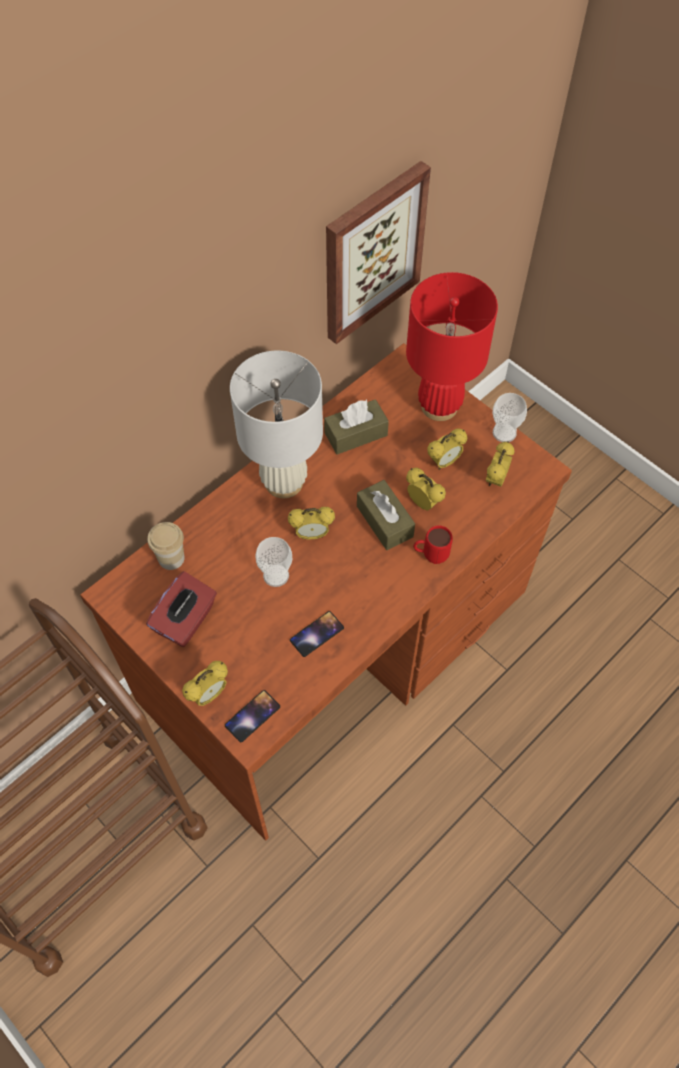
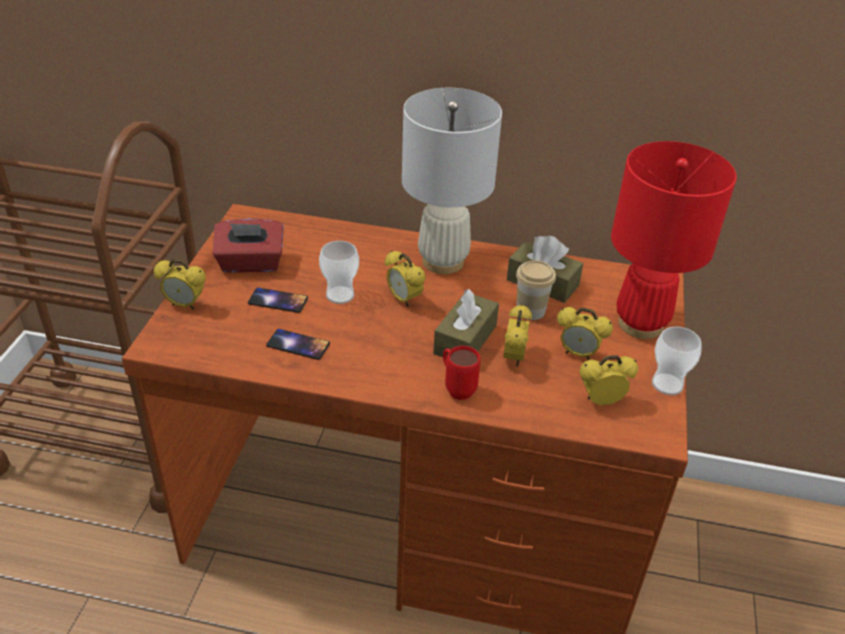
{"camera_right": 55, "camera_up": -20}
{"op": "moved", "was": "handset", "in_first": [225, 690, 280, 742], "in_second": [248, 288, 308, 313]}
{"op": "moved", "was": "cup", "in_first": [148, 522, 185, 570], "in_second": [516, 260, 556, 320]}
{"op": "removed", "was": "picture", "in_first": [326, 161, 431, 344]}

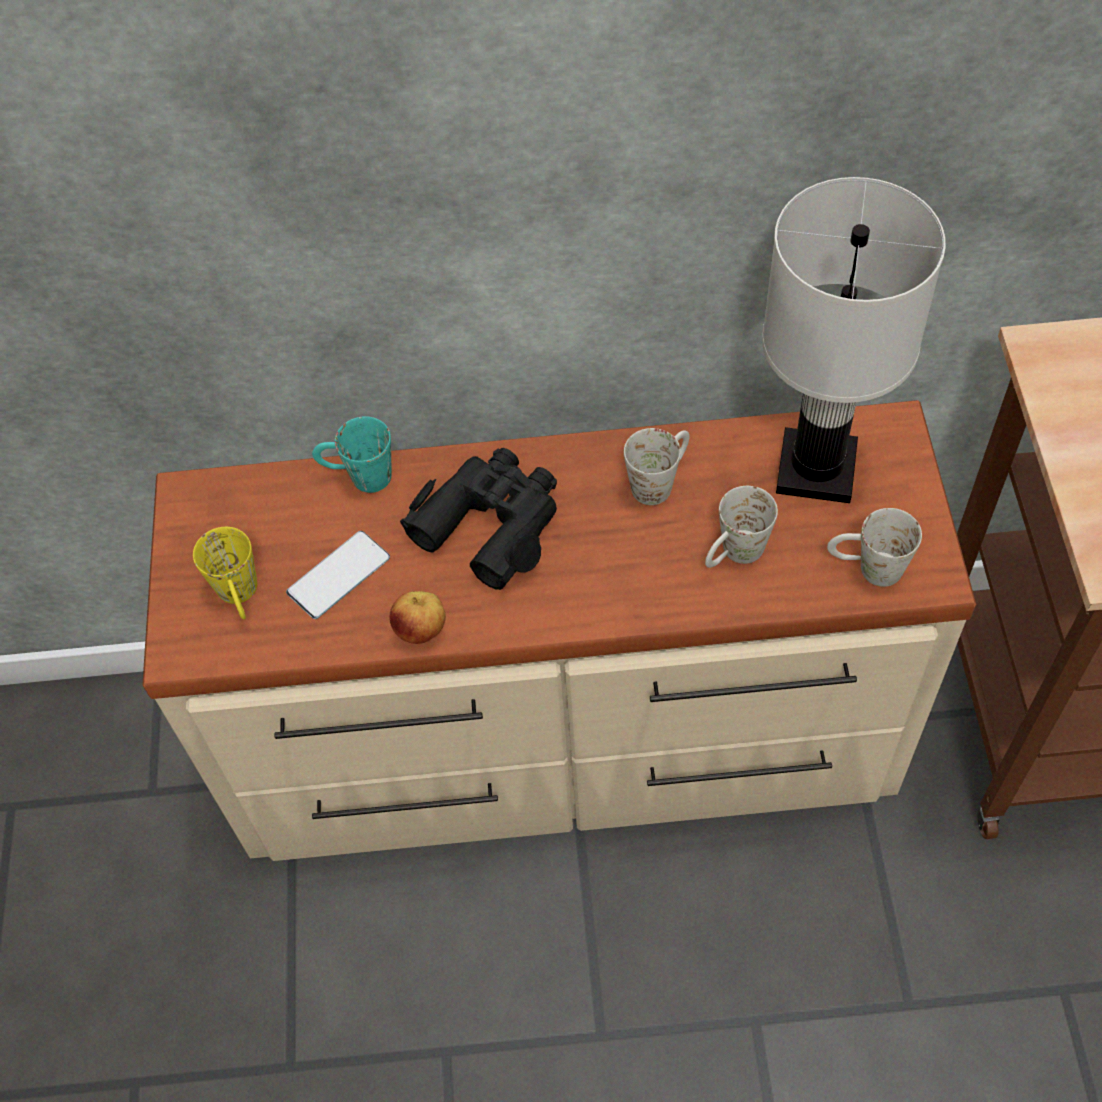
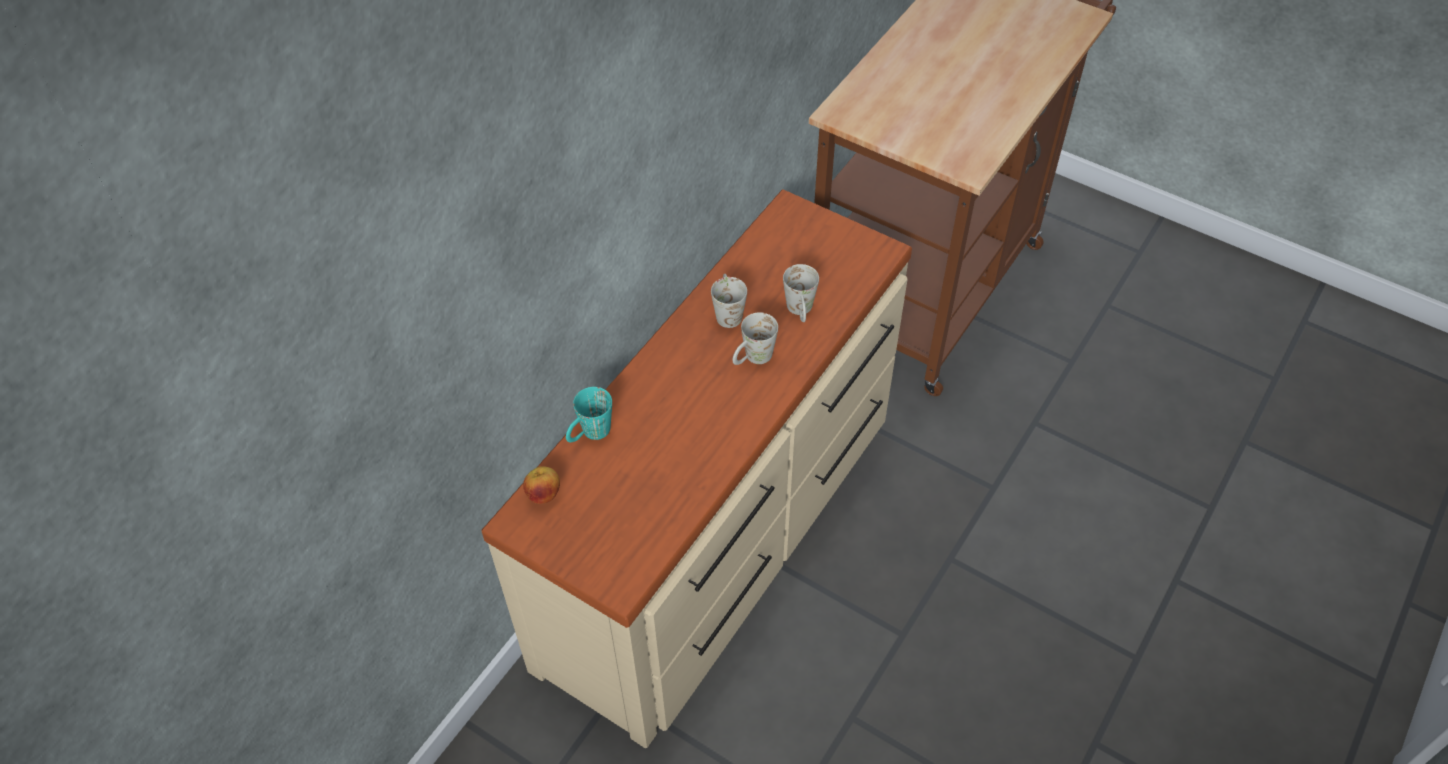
{"camera_right": -55, "camera_up": -5}
{"op": "moved", "was": "apple", "in_first": [389, 591, 446, 644], "in_second": [523, 466, 560, 504]}
{"op": "moved", "was": "tea mug in white", "in_first": [827, 508, 922, 587], "in_second": [733, 312, 778, 365]}
{"op": "removed", "was": "tea mug in yellowish", "in_first": [193, 527, 257, 619]}
{"op": "removed", "was": "handset", "in_first": [286, 531, 390, 619]}
{"op": "removed", "was": "pair of binoculars in blackish", "in_first": [400, 448, 557, 590]}
{"op": "removed", "was": "tabletop lamp in white", "in_first": [762, 177, 946, 503]}

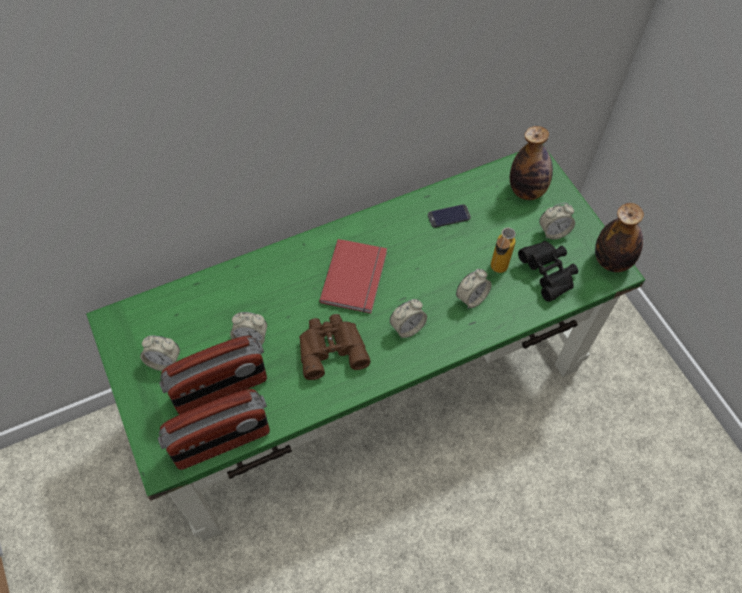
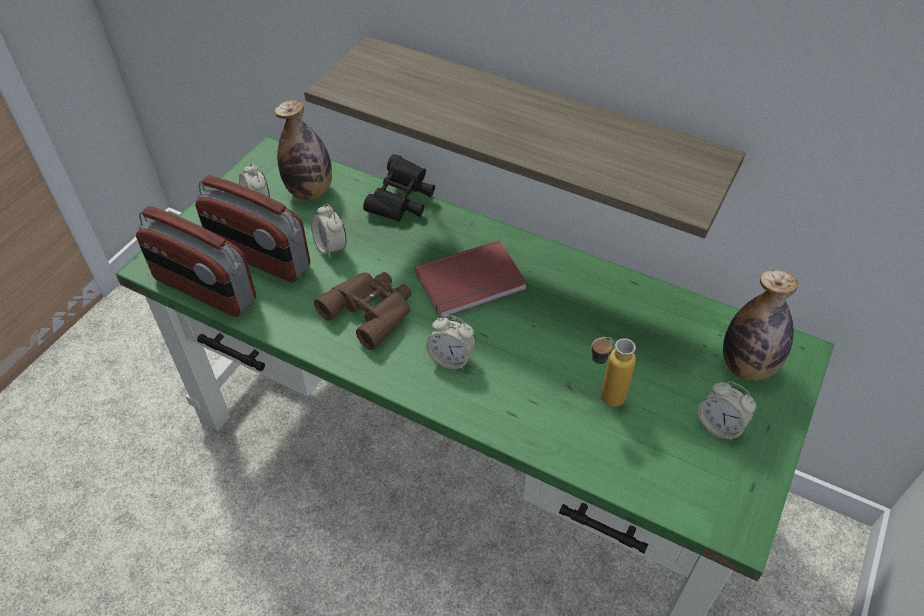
{"camera_right": 55, "camera_up": -10}
{"op": "moved", "was": "bottle", "in_first": [595, 203, 644, 272], "in_second": [275, 100, 332, 200]}
{"op": "added", "now": "shelf", "in_second": [304, 36, 746, 238]}
{"op": "moved", "was": "pair of binoculars in blackish", "in_first": [518, 241, 578, 302], "in_second": [363, 154, 435, 222]}
{"op": "removed", "was": "handset", "in_first": [428, 204, 471, 228]}
{"op": "removed", "was": "alarm clock", "in_first": [456, 269, 491, 309]}

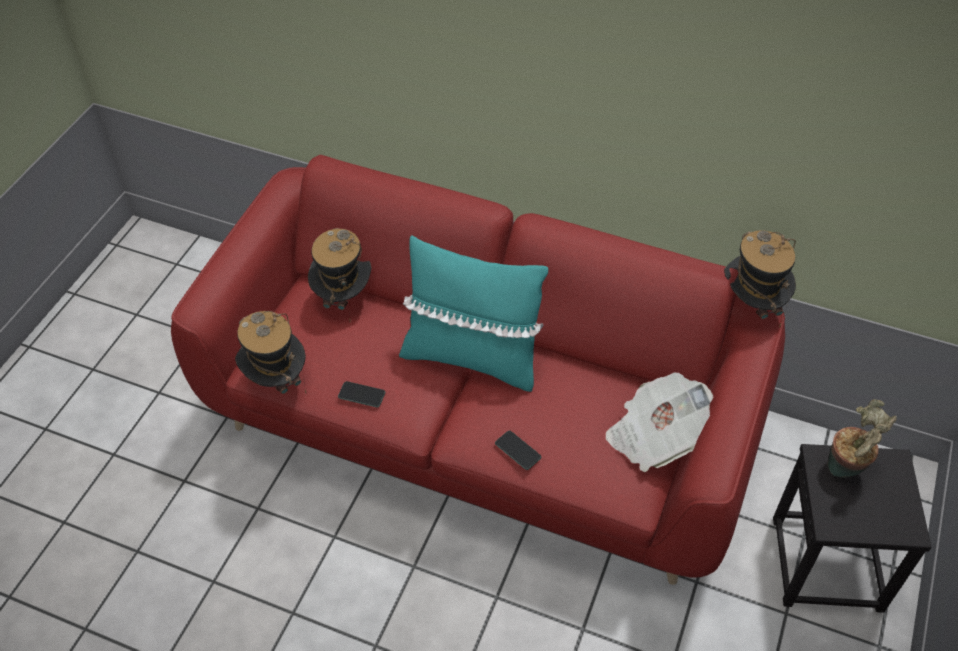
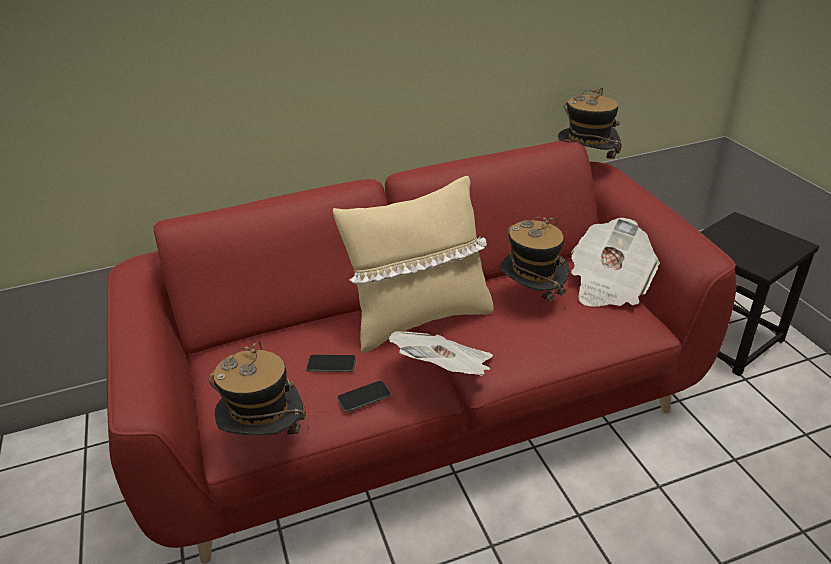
{"camera_right": -40, "camera_up": -15}
{"op": "moved", "was": "handset", "in_first": [495, 431, 541, 470], "in_second": [306, 355, 356, 372]}
{"op": "recoloured", "was": "throw pillow in turquoise-coloured", "now": "throw pillow in beige-coloured", "in_first": [399, 235, 548, 392], "in_second": [333, 176, 494, 353]}
{"op": "added", "now": "daily paper", "in_second": [389, 331, 493, 376]}
{"op": "moved", "was": "clothing hat", "in_first": [308, 228, 371, 321], "in_second": [499, 217, 569, 310]}
{"op": "removed", "was": "houseplant", "in_first": [828, 399, 897, 478]}

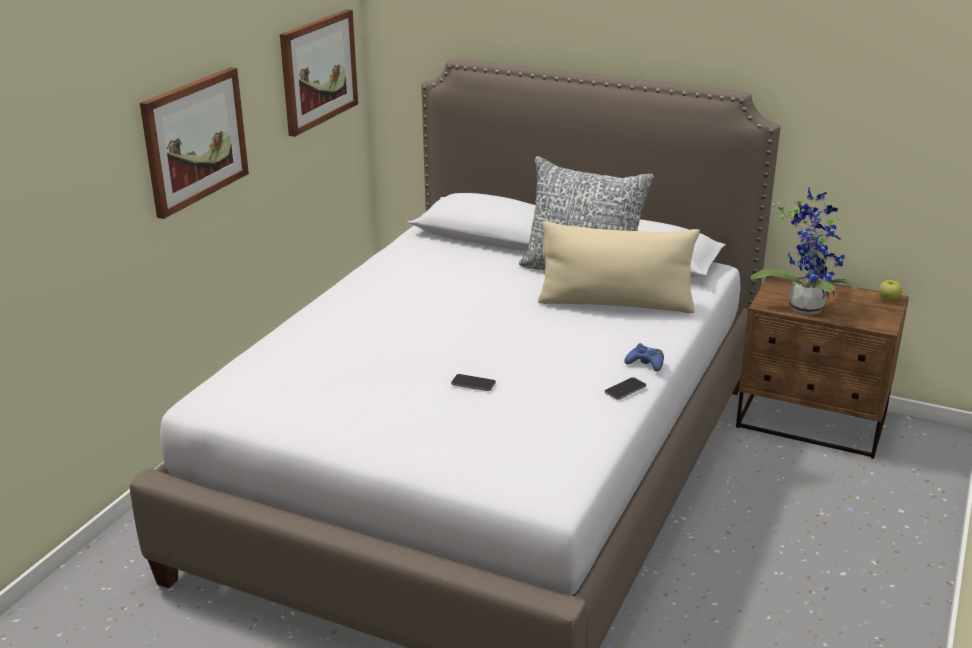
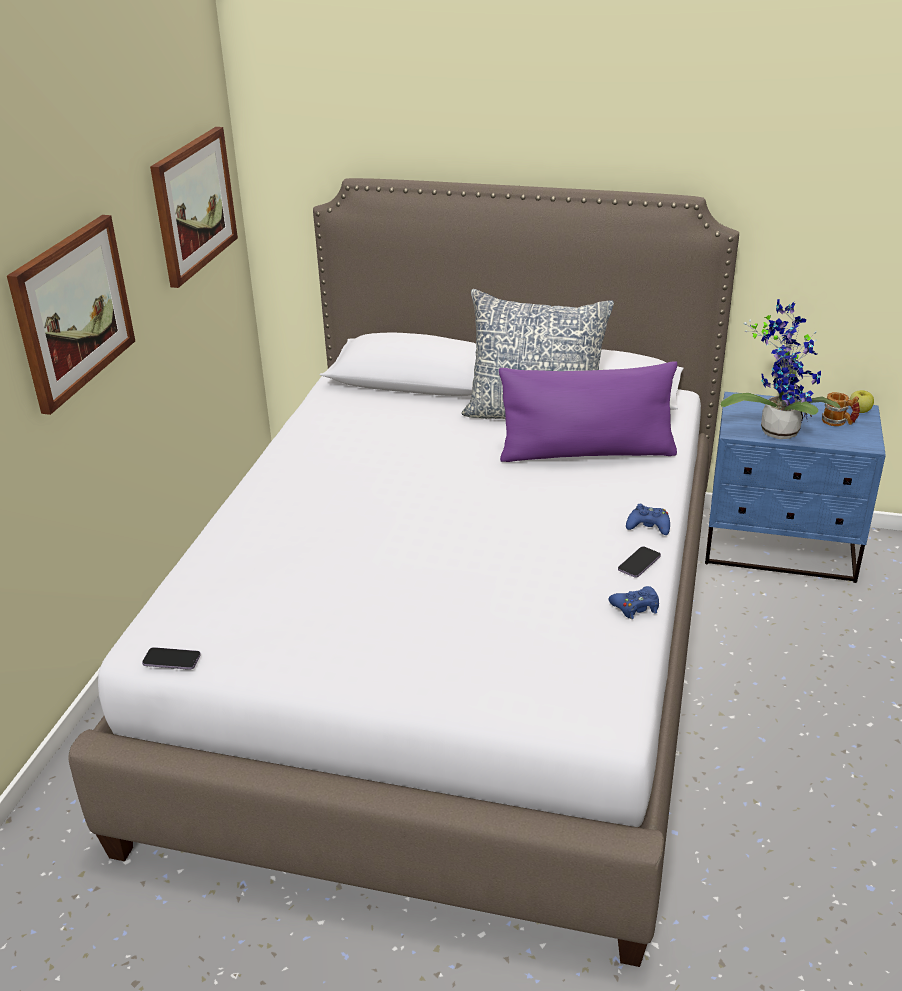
{"camera_right": -10, "camera_up": 5}
{"op": "moved", "was": "handset", "in_first": [451, 374, 496, 391], "in_second": [142, 647, 201, 670]}
{"op": "recoloured", "was": "throw pillow in beige-coloured", "now": "throw pillow in purplish", "in_first": [538, 221, 700, 313], "in_second": [499, 361, 678, 462]}
{"op": "added", "now": "game controller in bluish", "in_second": [608, 586, 659, 619]}
{"op": "recoloured", "was": "nightstand in brownish", "now": "nightstand in bluish", "in_first": [736, 275, 909, 459], "in_second": [705, 392, 886, 583]}
{"op": "added", "now": "tea mug", "in_second": [822, 392, 860, 426]}

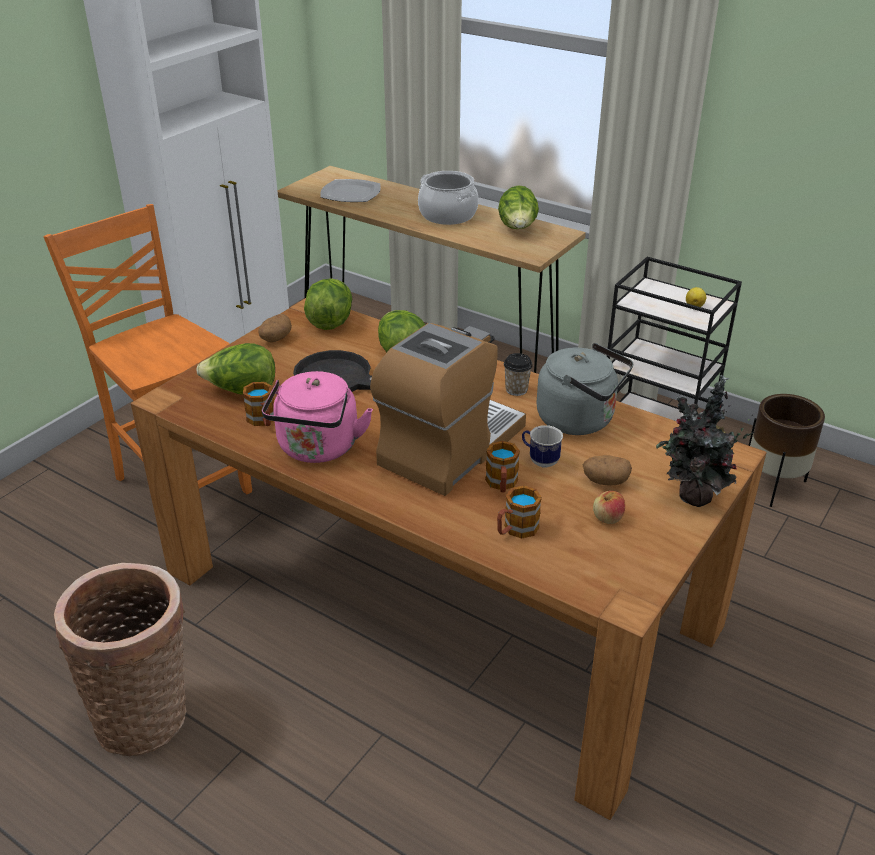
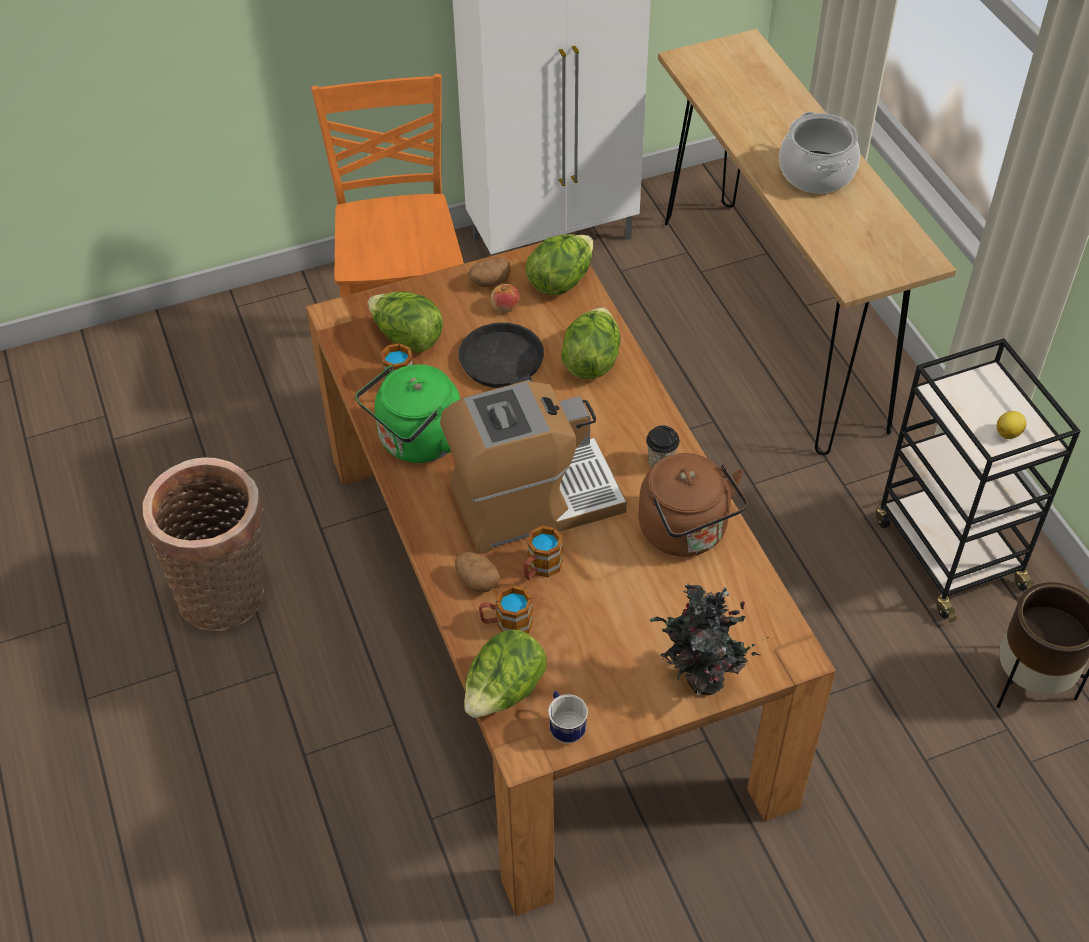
{"camera_right": 35, "camera_up": 15}
{"op": "recoloured", "was": "tea kettle in pink", "now": "tea kettle in green-coloured", "in_first": [262, 371, 373, 463], "in_second": [355, 364, 460, 463]}
{"op": "moved", "was": "whole potato", "in_first": [583, 455, 632, 486], "in_second": [455, 552, 500, 593]}
{"op": "moved", "was": "head of lettuce", "in_first": [498, 185, 539, 229], "in_second": [464, 630, 547, 718]}
{"op": "moved", "was": "apple", "in_first": [593, 491, 625, 524], "in_second": [491, 284, 520, 313]}
{"op": "moved", "was": "tea mug", "in_first": [522, 425, 563, 467], "in_second": [548, 691, 588, 743]}
{"op": "recoloured", "was": "tea kettle in greyish", "now": "tea kettle in brownish", "in_first": [537, 343, 633, 435], "in_second": [638, 453, 748, 557]}
{"op": "removed", "was": "flat dish", "in_first": [320, 179, 381, 202]}

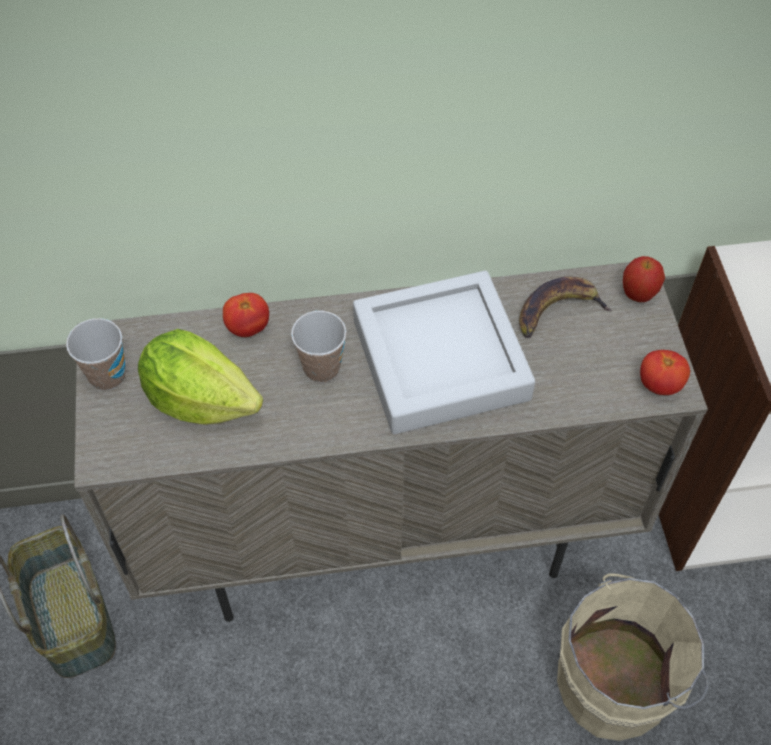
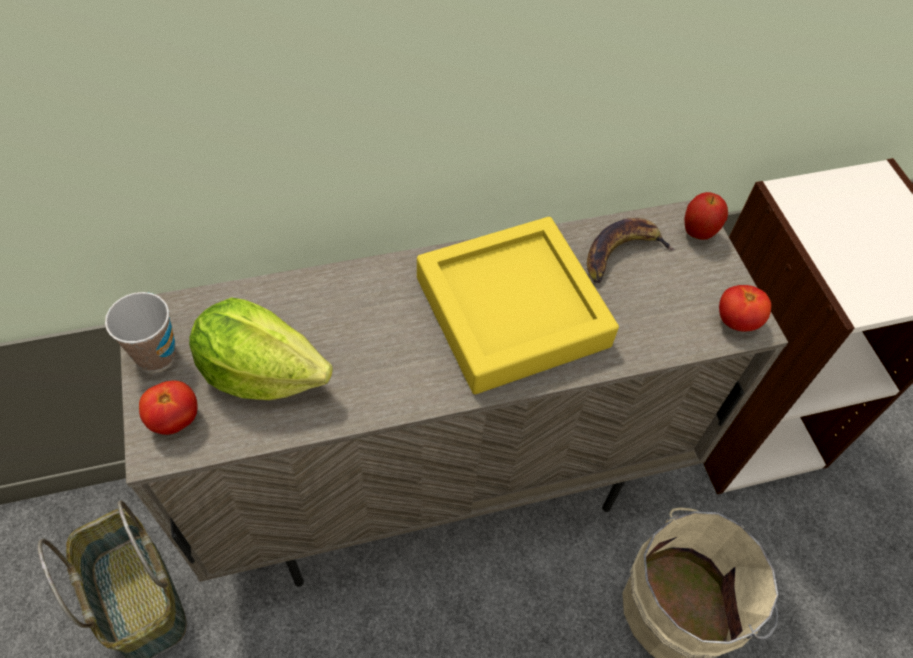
{"camera_right": -10, "camera_up": 0}
{"op": "moved", "was": "tomato", "in_first": [223, 293, 269, 337], "in_second": [139, 381, 197, 435]}
{"op": "recoloured", "was": "serving tray in greyish", "now": "serving tray in yellowish", "in_first": [353, 271, 535, 434], "in_second": [417, 217, 619, 394]}
{"op": "removed", "was": "cup", "in_first": [291, 311, 347, 383]}

